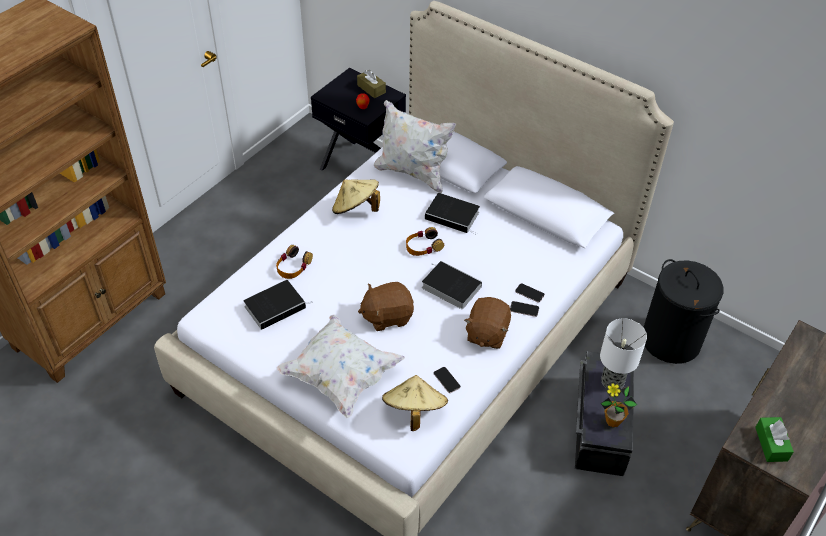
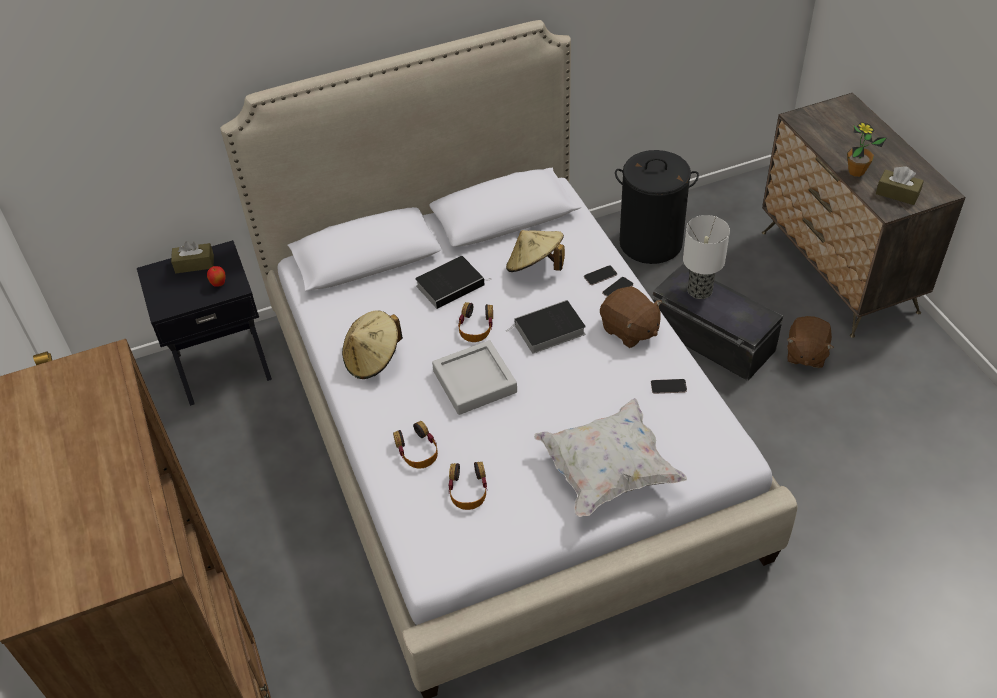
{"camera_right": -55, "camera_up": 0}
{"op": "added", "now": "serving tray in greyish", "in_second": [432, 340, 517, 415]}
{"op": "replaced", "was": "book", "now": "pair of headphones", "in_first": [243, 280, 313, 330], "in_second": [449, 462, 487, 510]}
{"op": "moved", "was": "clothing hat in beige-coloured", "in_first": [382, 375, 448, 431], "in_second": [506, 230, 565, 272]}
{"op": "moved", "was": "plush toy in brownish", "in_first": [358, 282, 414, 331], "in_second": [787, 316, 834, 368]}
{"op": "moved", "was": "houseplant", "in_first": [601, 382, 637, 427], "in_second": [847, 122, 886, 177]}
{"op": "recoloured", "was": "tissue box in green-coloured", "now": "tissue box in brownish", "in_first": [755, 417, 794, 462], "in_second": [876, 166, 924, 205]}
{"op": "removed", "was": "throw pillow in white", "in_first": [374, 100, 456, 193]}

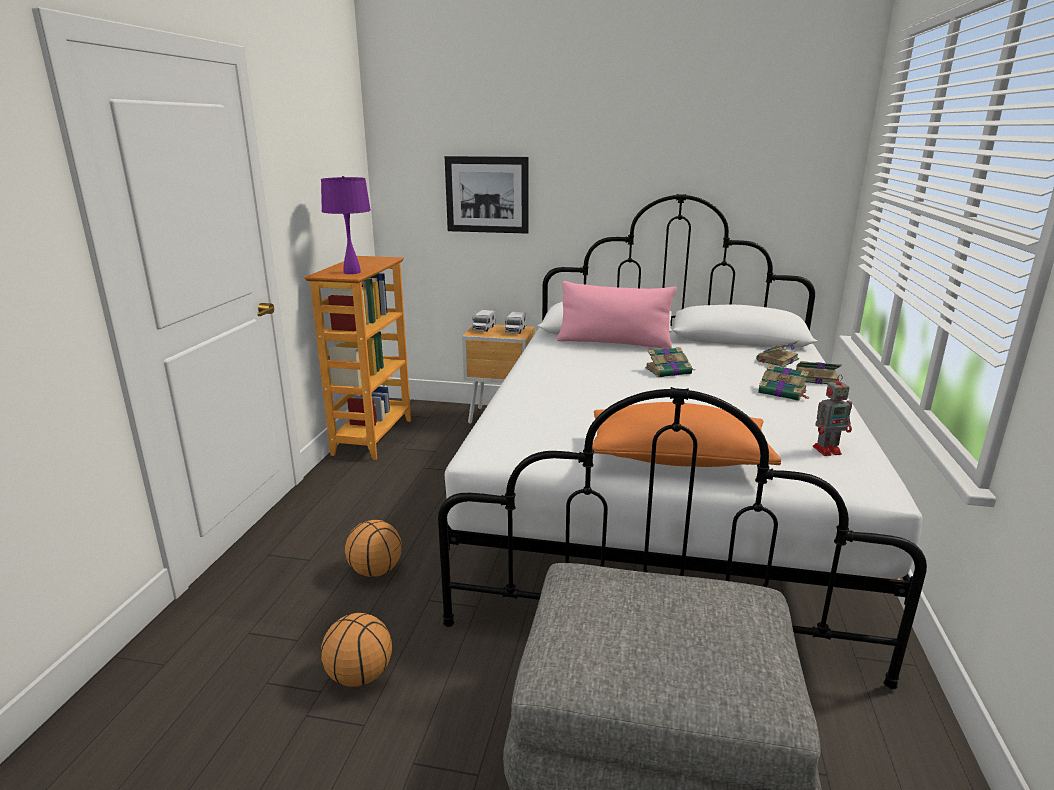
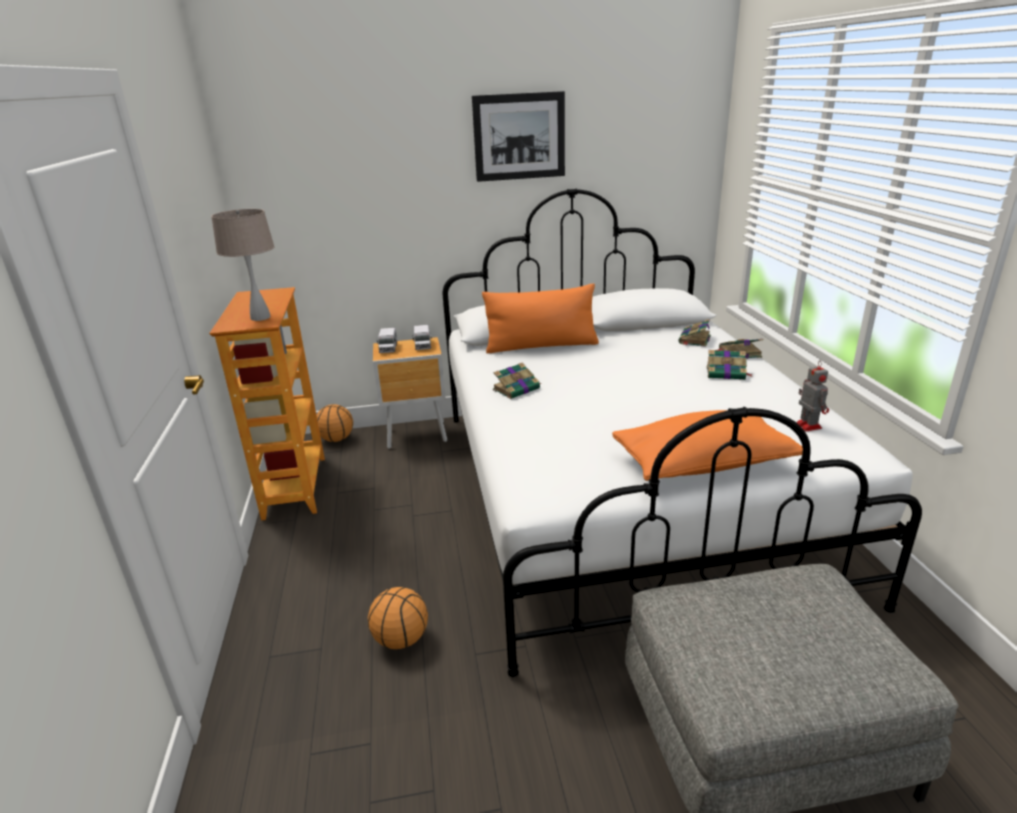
{"camera_right": -20, "camera_up": 5}
{"op": "recoloured", "was": "tabletop lamp in purplish", "now": "tabletop lamp in beige-coloured", "in_first": [321, 176, 371, 274], "in_second": [211, 209, 275, 321]}
{"op": "moved", "was": "ball for basketball", "in_first": [321, 613, 392, 687], "in_second": [317, 404, 353, 442]}
{"op": "moved", "was": "picture", "in_first": [445, 156, 529, 234], "in_second": [472, 91, 565, 182]}
{"op": "recoloured", "was": "throw pillow in pink", "now": "throw pillow in orangey", "in_first": [557, 281, 677, 349], "in_second": [482, 284, 599, 353]}
{"op": "moved", "was": "book", "in_first": [645, 347, 694, 378], "in_second": [493, 362, 541, 399]}
{"op": "turned", "was": "toy robot", "in_first": [813, 374, 852, 456], "in_second": [797, 361, 829, 432], "clockwise": -75}

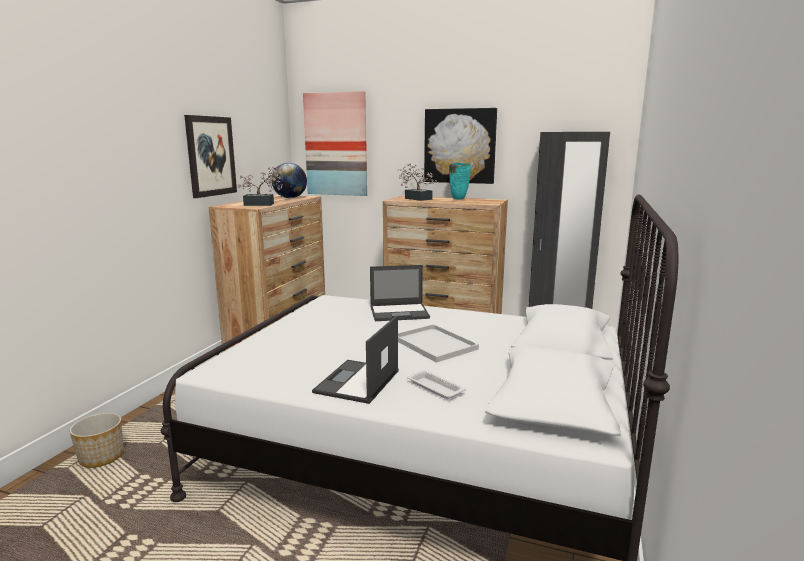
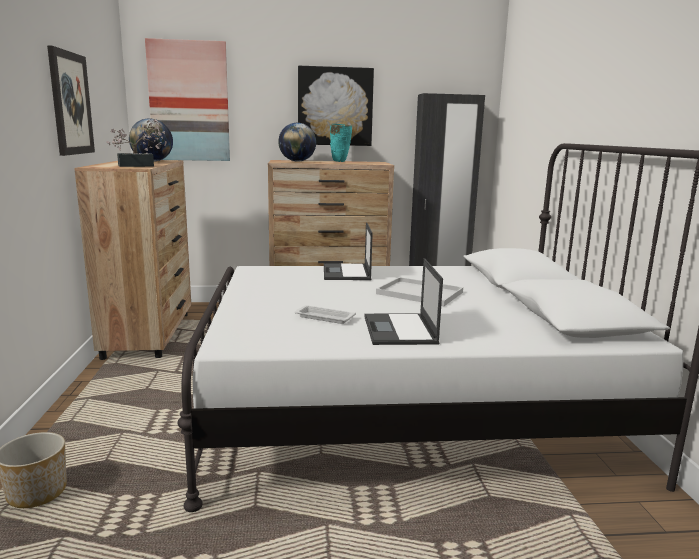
{"camera_right": -25, "camera_up": 0}
{"op": "replaced", "was": "houseplant", "now": "desk globe", "in_first": [398, 164, 438, 201], "in_second": [278, 122, 316, 162]}
{"op": "moved", "was": "serving tray in white", "in_first": [407, 370, 466, 399], "in_second": [295, 305, 356, 324]}
{"op": "turned", "was": "laptop", "in_first": [370, 265, 430, 321], "in_second": [324, 222, 373, 280], "clockwise": 120}

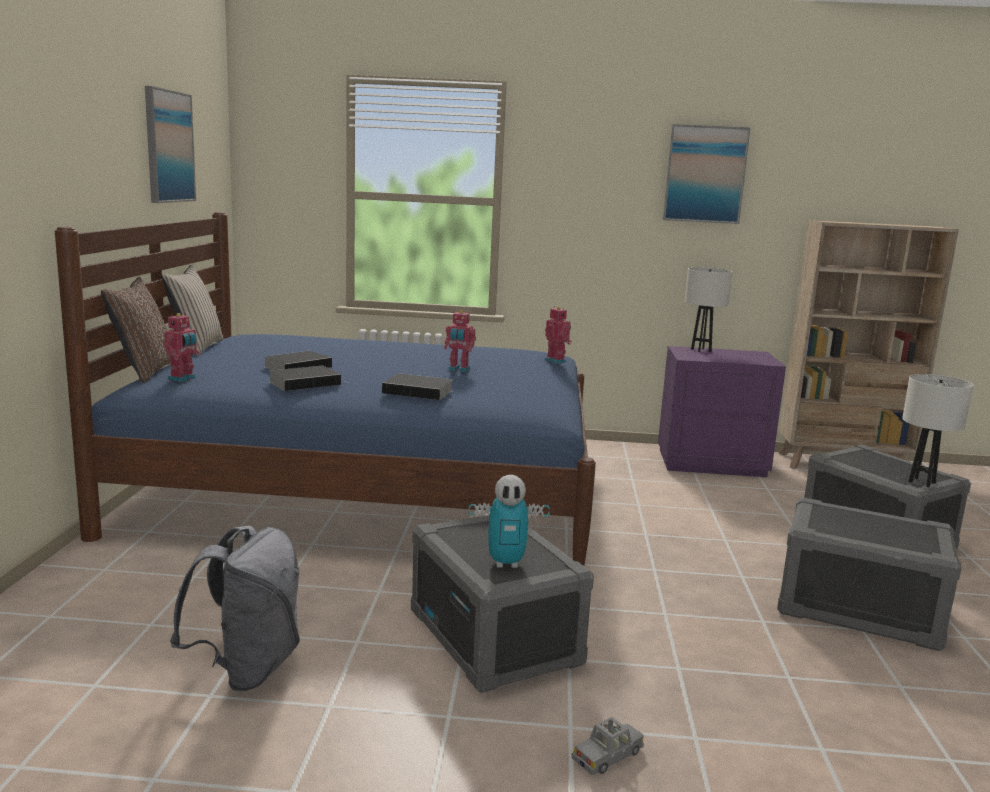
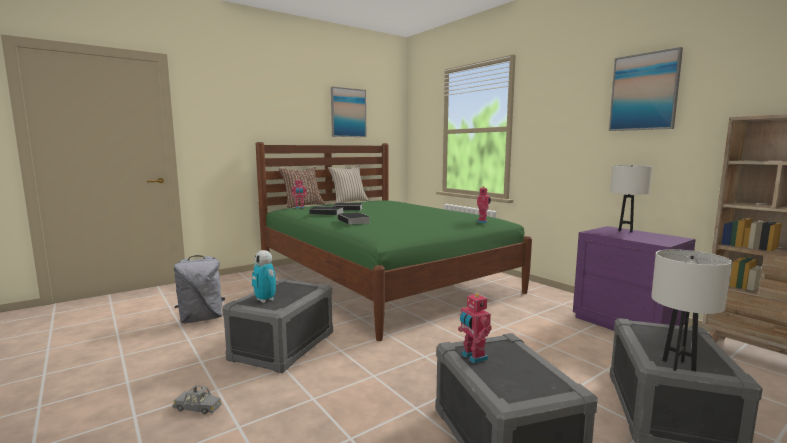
{"camera_right": 50, "camera_up": -5}
{"op": "recoloured", "was": "bedroom bed in bluish", "now": "bedroom bed in green-coloured", "in_first": [55, 212, 596, 566], "in_second": [256, 142, 532, 341]}
{"op": "moved", "was": "toy robot", "in_first": [444, 310, 476, 372], "in_second": [458, 292, 492, 364]}

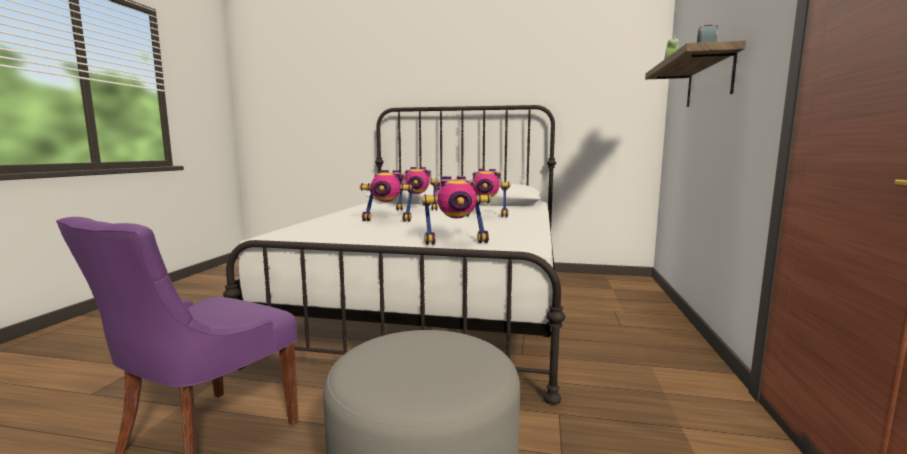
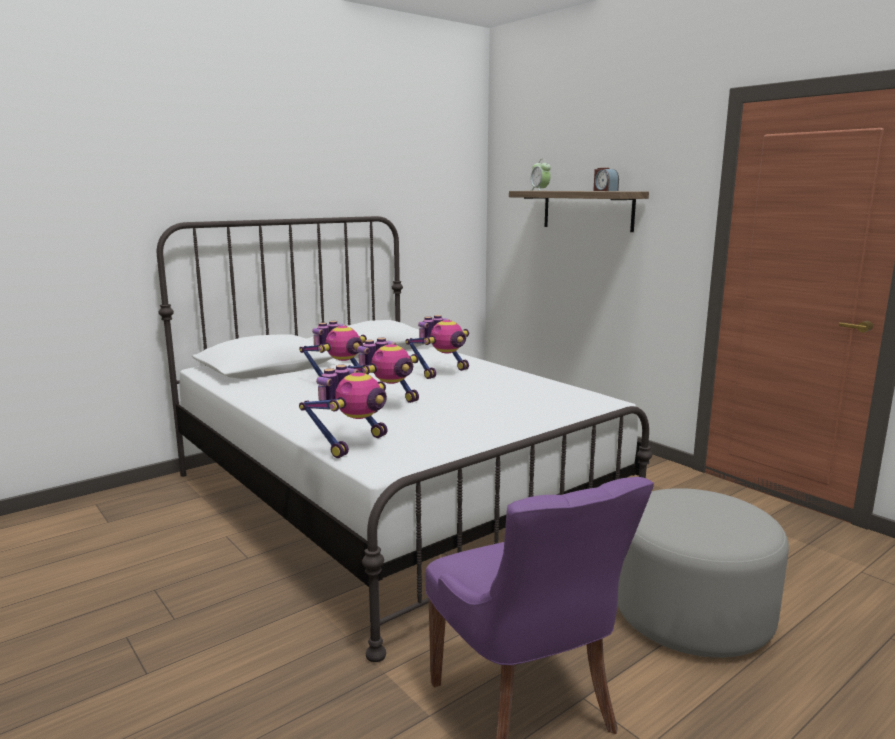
{"camera_right": -50, "camera_up": 5}
{"op": "moved", "was": "toy robot", "in_first": [422, 176, 491, 245], "in_second": [299, 365, 388, 458]}

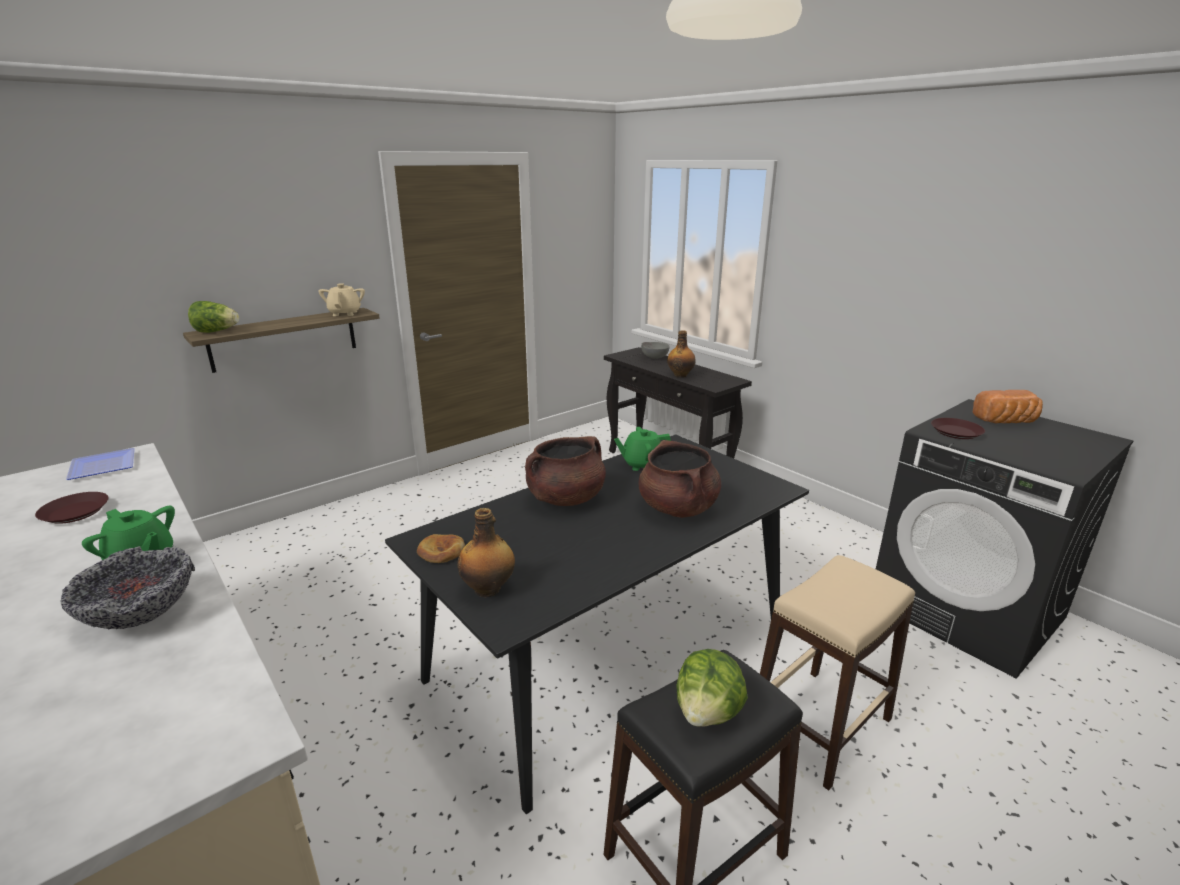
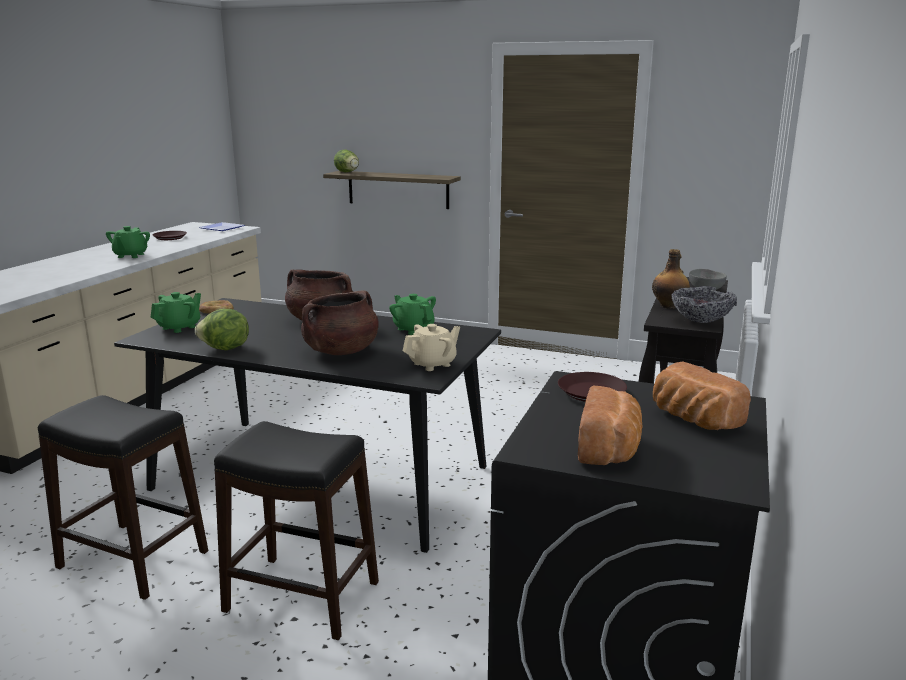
{"camera_right": 60, "camera_up": -5}
{"op": "replaced", "was": "bottle", "now": "pot for tea in green-coloured", "in_first": [457, 508, 515, 598], "in_second": [151, 292, 201, 333]}
{"op": "moved", "was": "head of lettuce", "in_first": [676, 649, 748, 727], "in_second": [195, 309, 249, 350]}
{"op": "recoloured", "was": "stool seat in beige-coloured", "now": "stool seat in blackish", "in_first": [760, 555, 915, 791], "in_second": [214, 421, 379, 640]}
{"op": "moved", "was": "pot for tea in beige-coloured", "in_first": [319, 283, 365, 316], "in_second": [403, 324, 460, 371]}
{"op": "added", "now": "bread", "in_second": [578, 386, 643, 465]}
{"op": "moved", "was": "serving bowl", "in_first": [60, 546, 195, 629], "in_second": [671, 286, 737, 323]}

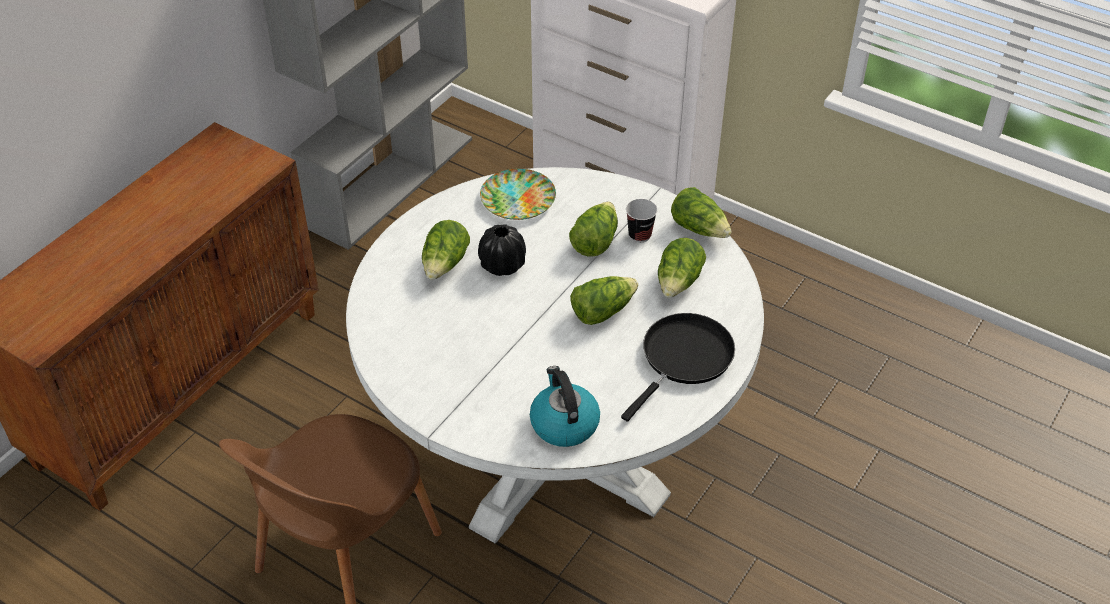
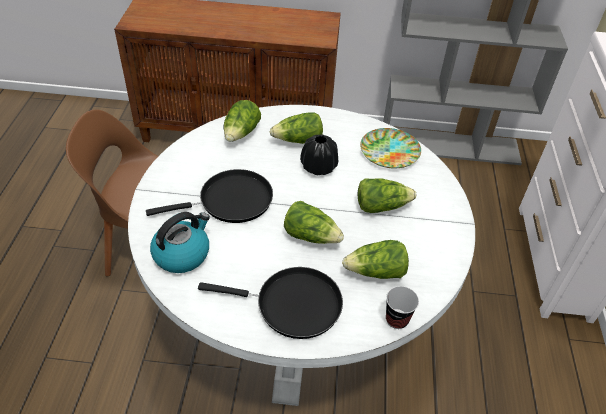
{"camera_right": 60, "camera_up": 0}
{"op": "added", "now": "pan in blackish", "in_second": [146, 169, 273, 223]}
{"op": "moved", "was": "head of lettuce", "in_first": [671, 187, 732, 238], "in_second": [224, 100, 261, 142]}
{"op": "moved", "was": "cup", "in_first": [626, 199, 658, 242], "in_second": [386, 286, 419, 329]}

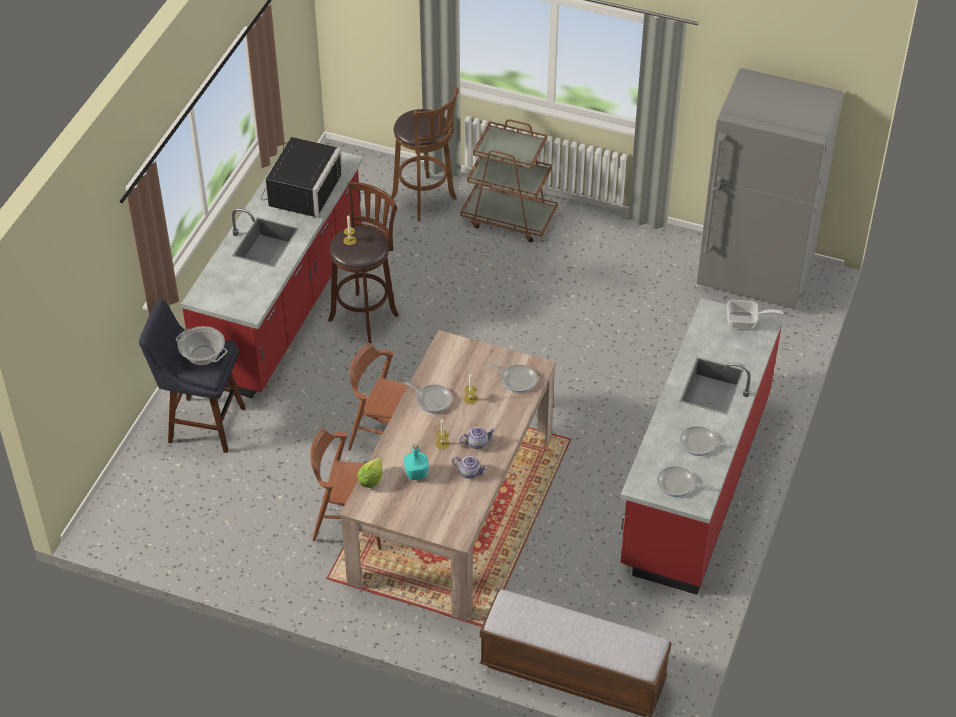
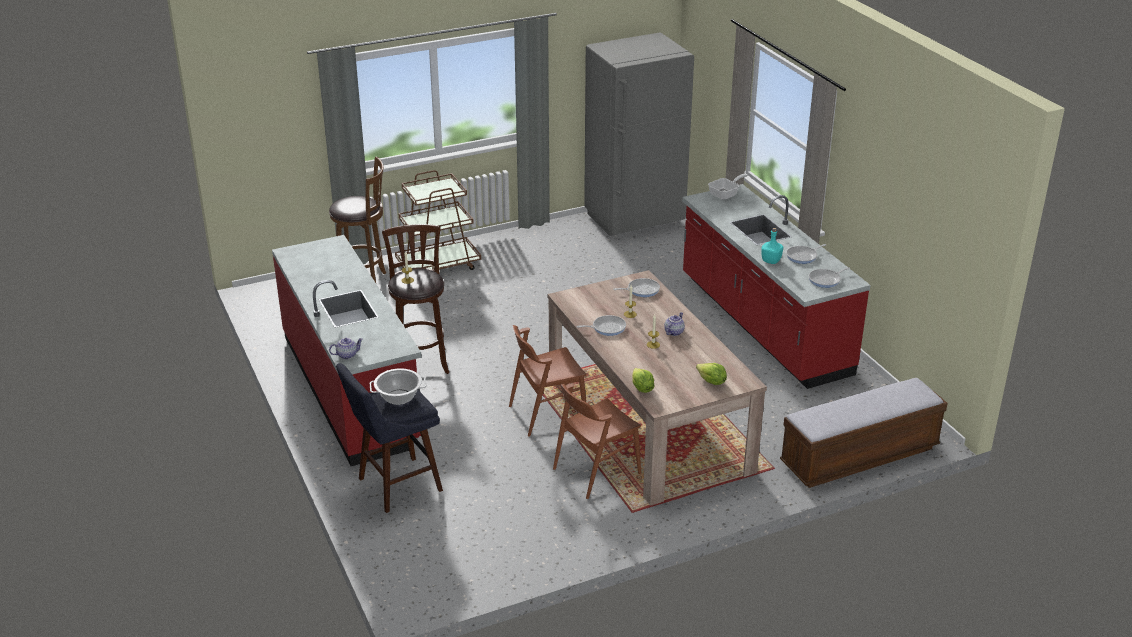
{"camera_right": -45, "camera_up": -15}
{"op": "moved", "was": "pot for tea", "in_first": [452, 456, 487, 479], "in_second": [329, 338, 363, 359]}
{"op": "added", "now": "head of lettuce", "in_second": [696, 363, 727, 385]}
{"op": "moved", "was": "bottle in turquoise-coloured", "in_first": [404, 444, 429, 480], "in_second": [761, 228, 783, 264]}
{"op": "removed", "was": "kitchen microwave in blackish", "in_first": [261, 137, 343, 218]}

